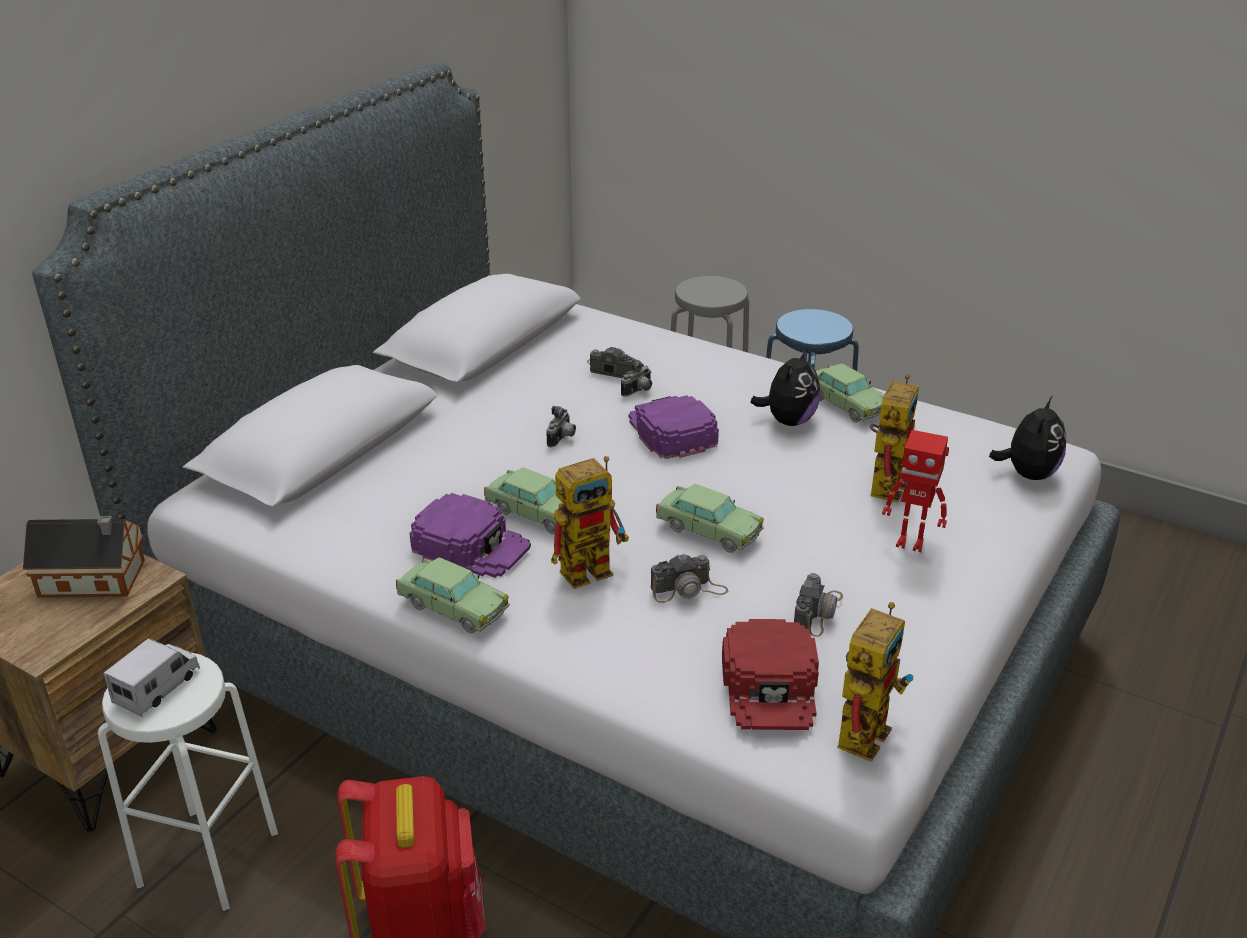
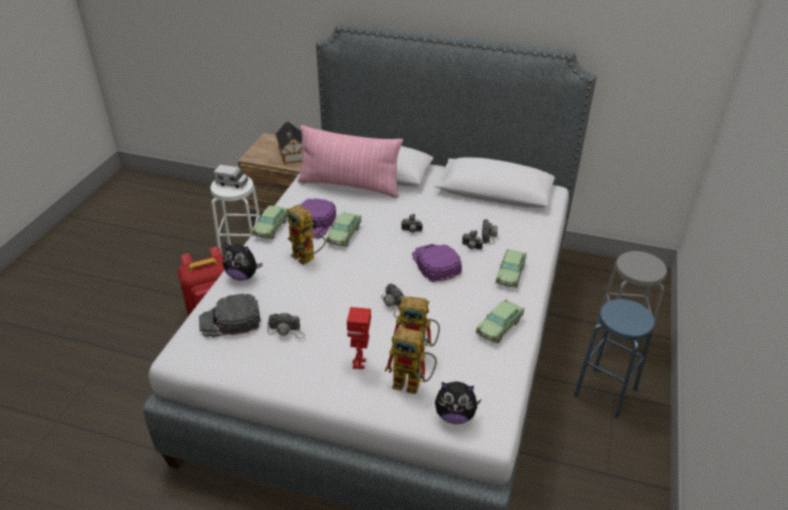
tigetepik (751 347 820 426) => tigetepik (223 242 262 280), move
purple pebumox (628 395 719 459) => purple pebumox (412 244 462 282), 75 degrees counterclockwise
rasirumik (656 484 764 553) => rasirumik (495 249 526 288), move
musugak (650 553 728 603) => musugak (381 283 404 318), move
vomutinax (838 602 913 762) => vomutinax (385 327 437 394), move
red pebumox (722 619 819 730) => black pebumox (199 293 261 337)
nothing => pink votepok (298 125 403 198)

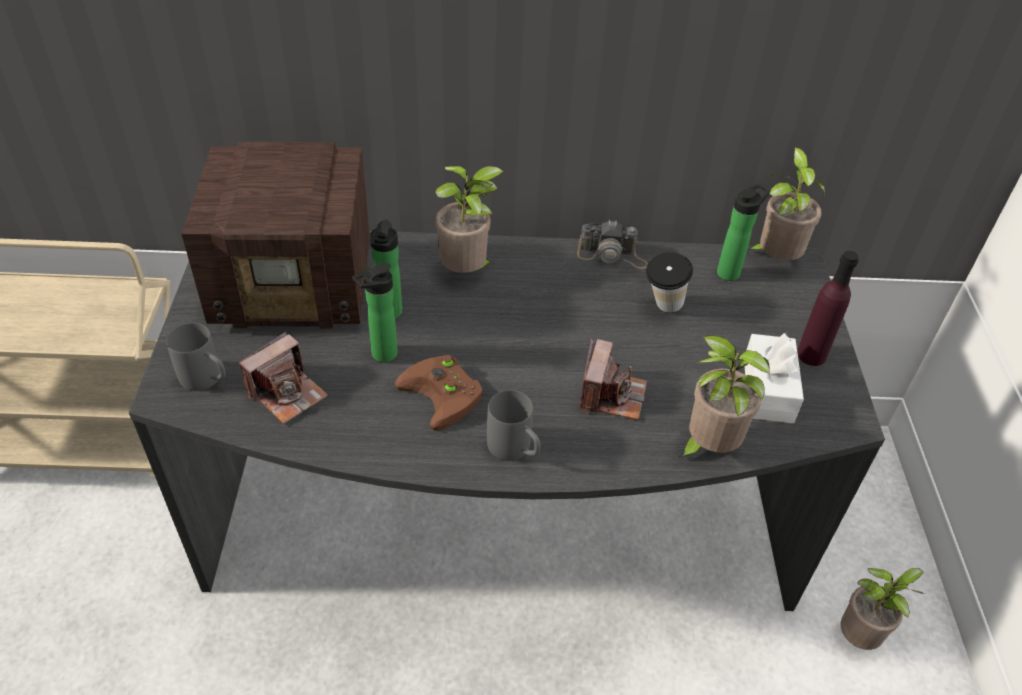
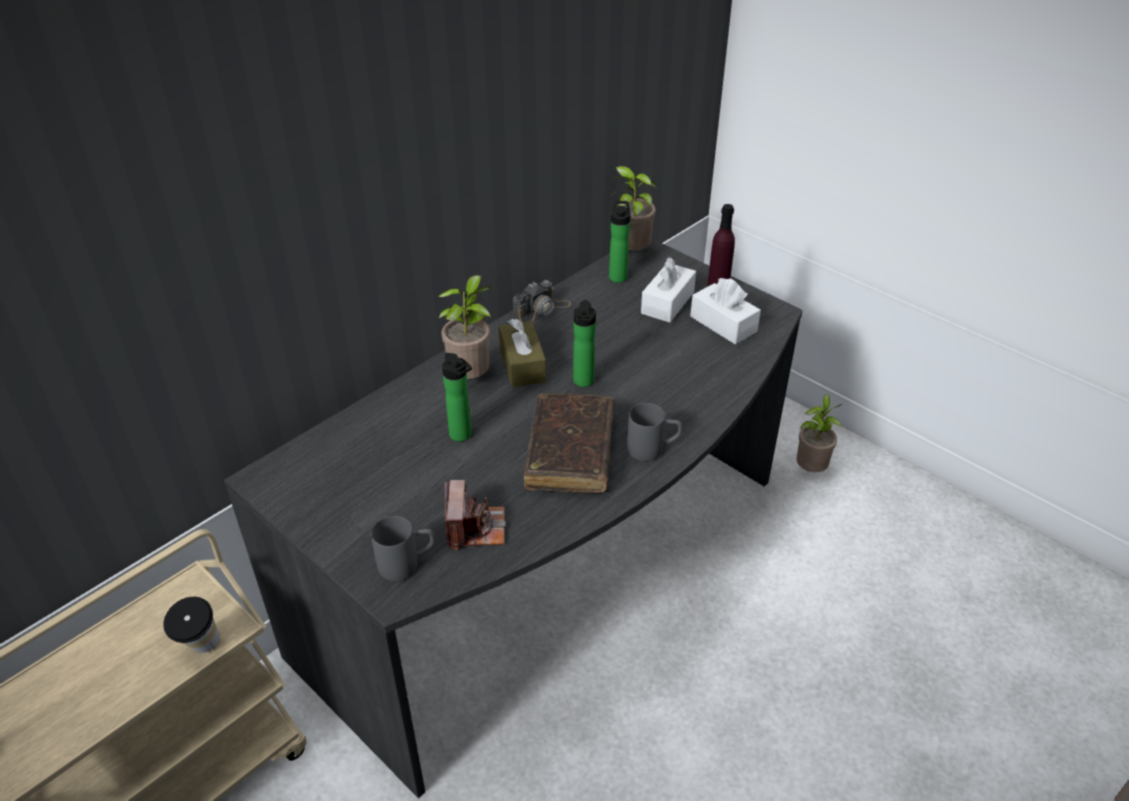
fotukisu (182 142 370 328) => nothing
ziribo (646 252 693 312) => ziribo (163 597 220 653), move
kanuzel (352 263 398 363) => kanuzel (573 300 596 387), move
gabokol (678 335 770 458) => nothing
musugak (579 339 647 420) => nothing
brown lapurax (395 355 483 430) => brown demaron (524 393 615 493)
nothing => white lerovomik (641 257 696 323)
nothing => brown lerovomik (498 319 546 387)

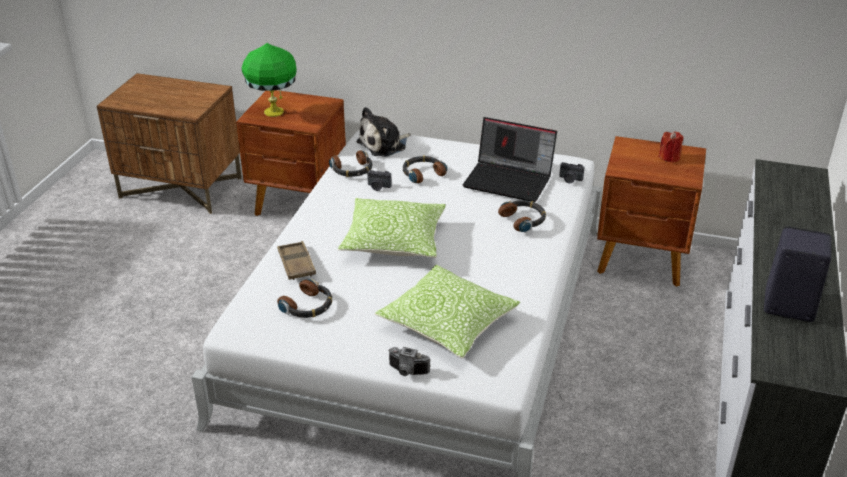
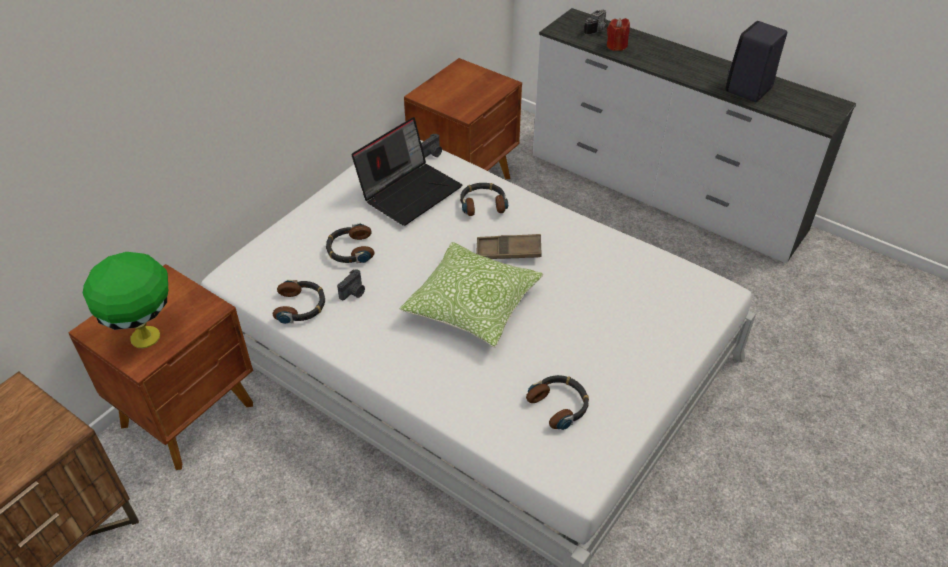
tigetepik (357 107 411 157) => nothing
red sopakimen (659 131 684 163) => red sopakimen (607 18 630 51), move
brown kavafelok (277 241 316 280) => brown kavafelok (476 234 541 259), move
votepok (375 264 520 359) => nothing
musugak (388 347 431 376) => musugak (584 10 608 35), move

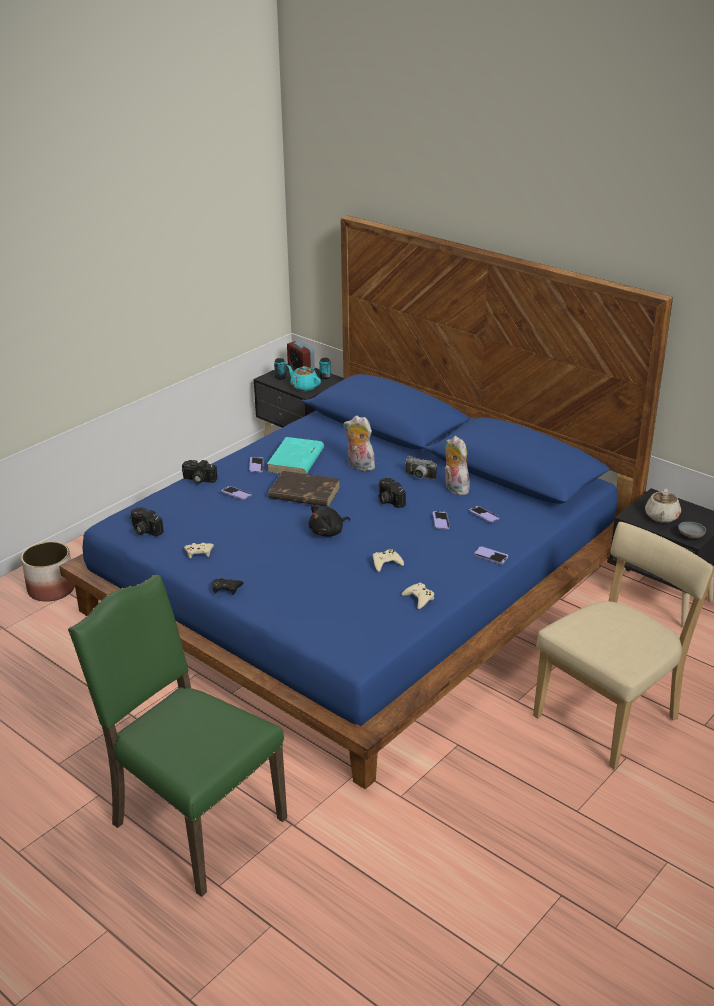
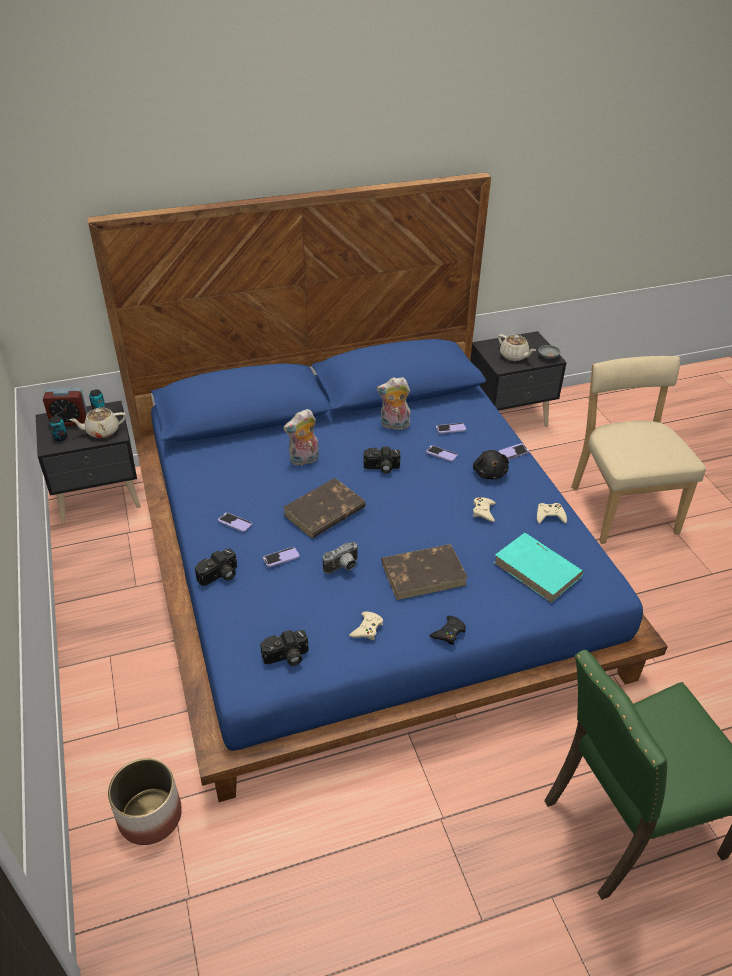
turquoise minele (286 365 321 391) => beige minele (69 408 126 438)
turquoise demaron (267 437 324 474) => turquoise demaron (494 533 584 603), move
musugak (405 456 437 480) => musugak (323 542 359 574), move
black tigetepik (308 505 350 536) => black tigetepik (473 450 509 479), move
nothing => brown demaron (382 544 468 600)

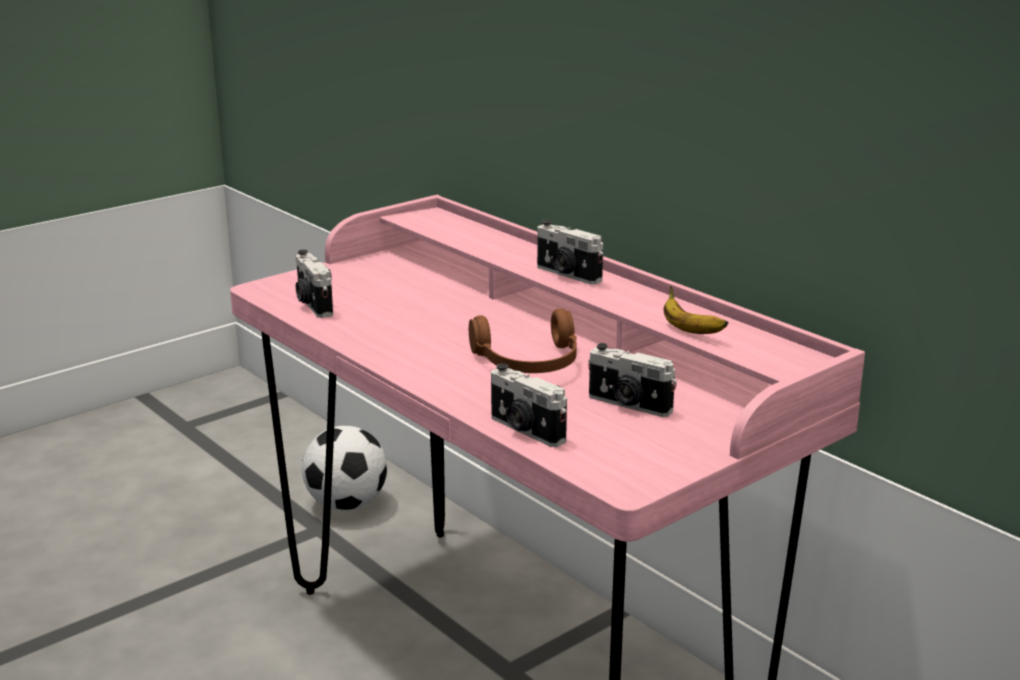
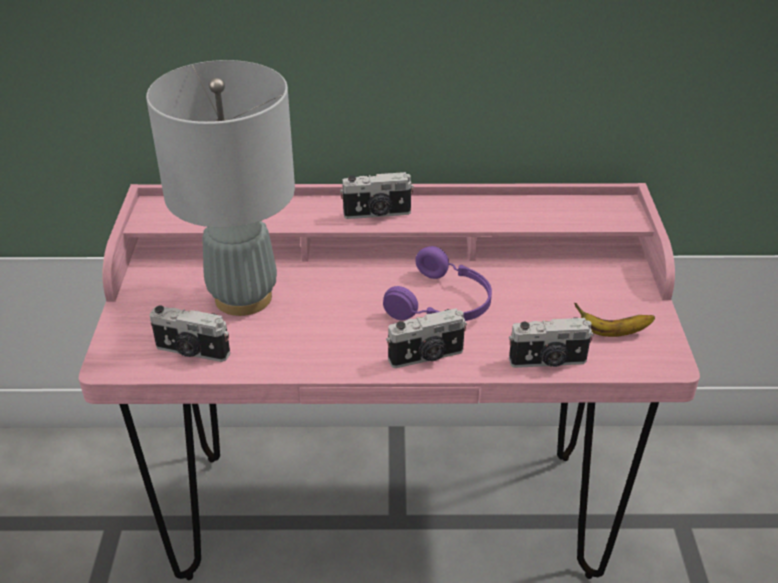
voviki (664 286 728 334) => voviki (574 303 655 337), move
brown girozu (469 308 577 373) => purple girozu (383 246 492 321)
musugak (588 343 677 417) => musugak (386 308 467 368), move
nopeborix (302 426 387 511) => nothing
nothing => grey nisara (146 60 295 316)

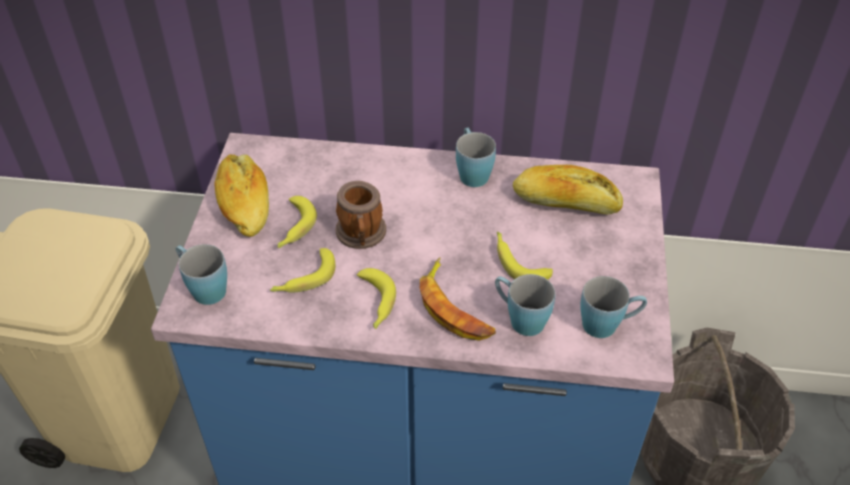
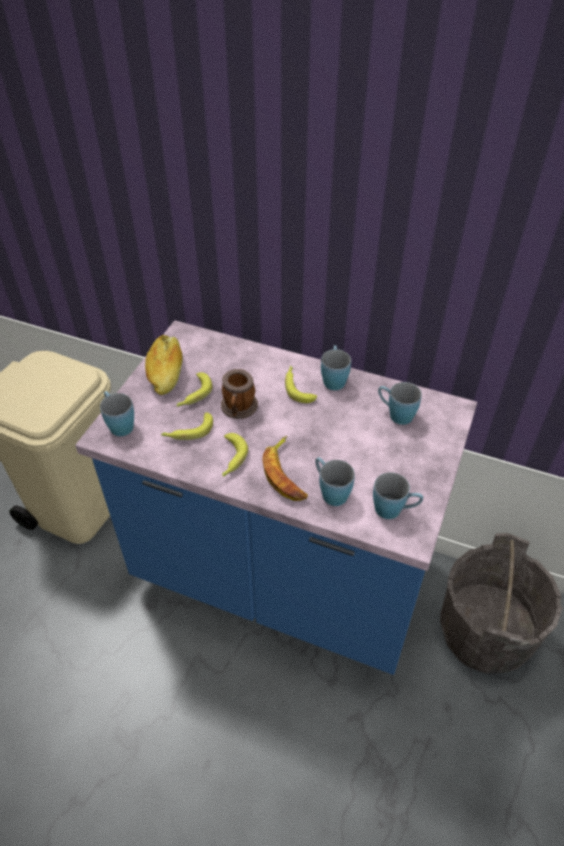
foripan (513 165 623 214) => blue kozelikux (378 382 422 425)
voviki (497 232 553 280) => voviki (285 366 317 403), move

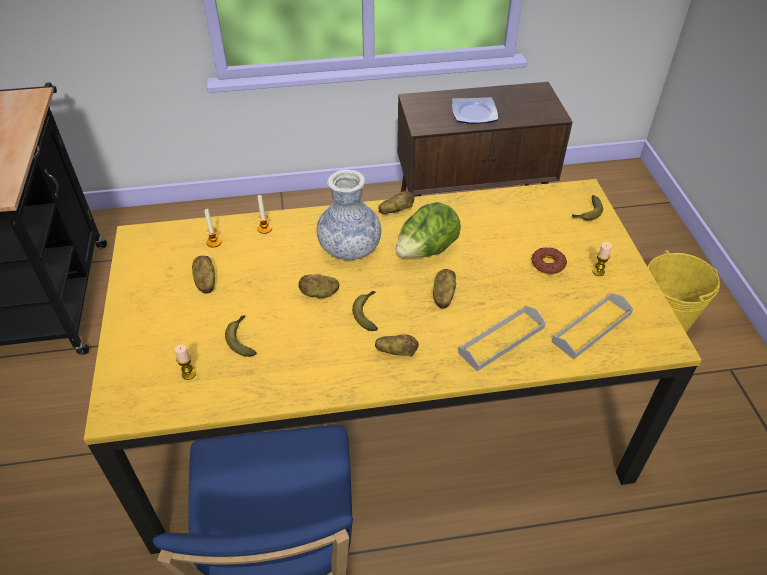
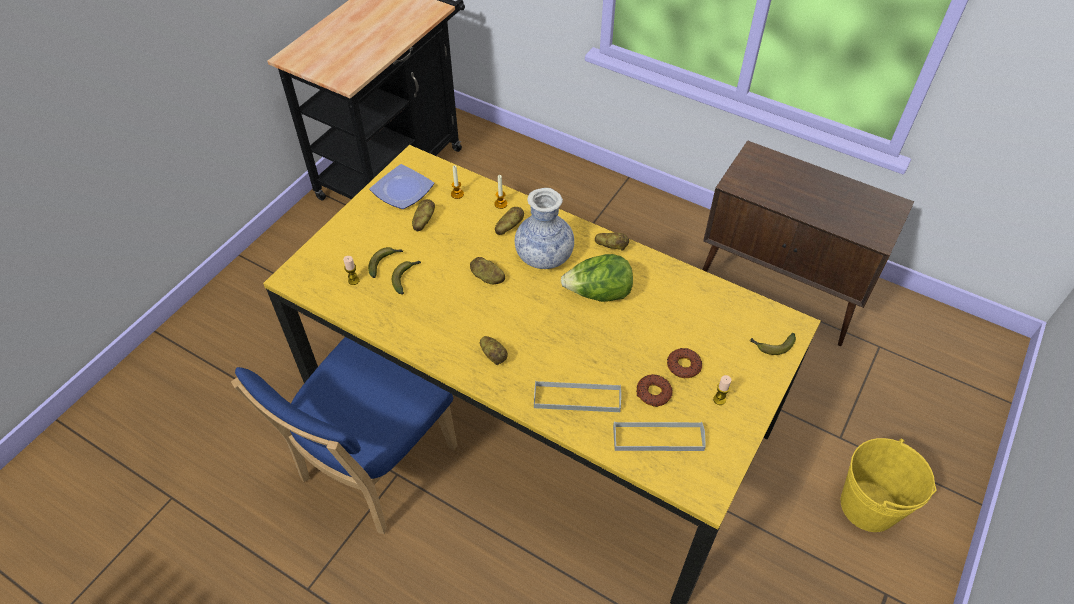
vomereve (452 97 498 124) => vomereve (370 164 434 209), move
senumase (433 269 456 309) => senumase (495 207 524 235), move
voviki (352 291 378 331) => voviki (368 247 403 278), move
nothing => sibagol (637 374 673 407)

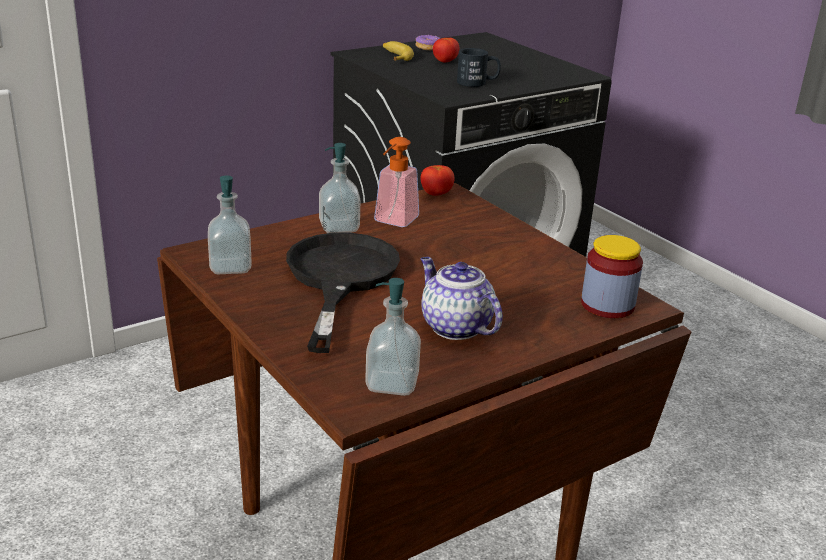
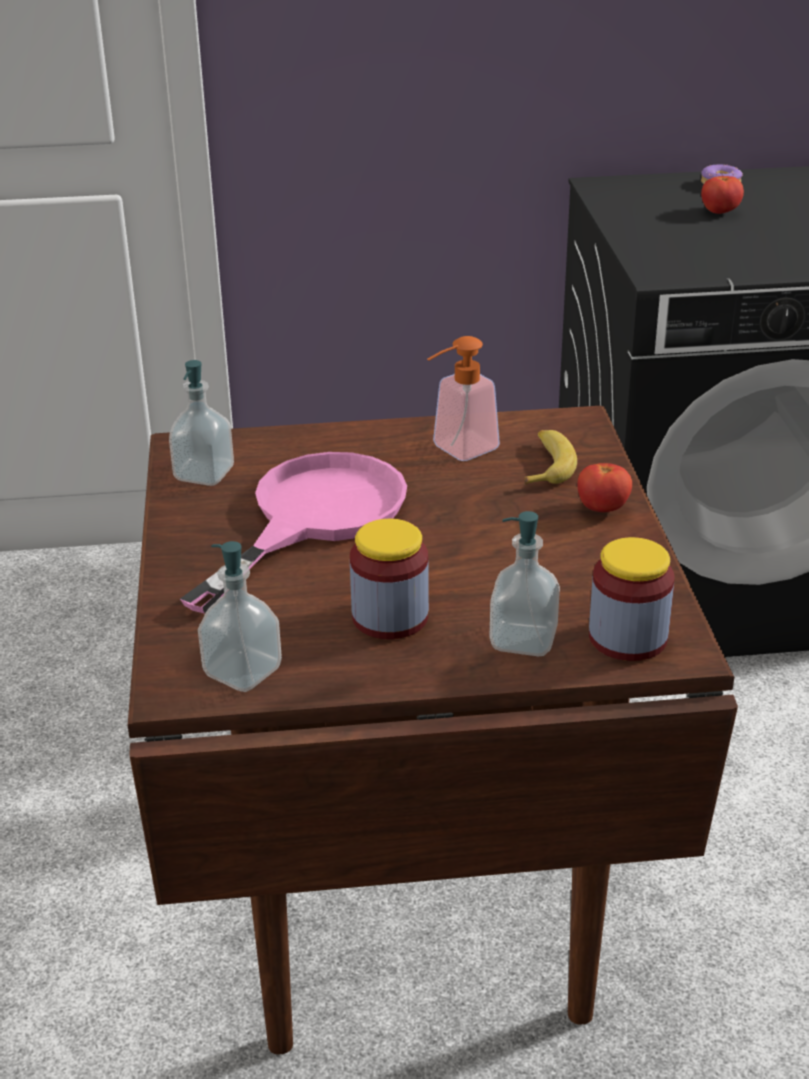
voviki (383 41 414 61) => voviki (525 430 577 484), move
black kozelikux (457 48 501 87) => nothing
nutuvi (319 143 360 233) => nutuvi (490 511 560 656), move
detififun (421 165 454 196) => detififun (577 463 632 512), move
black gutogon (286 233 400 353) => pink gutogon (180 452 407 614)
minele (421 257 503 340) => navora (350 519 429 639)

